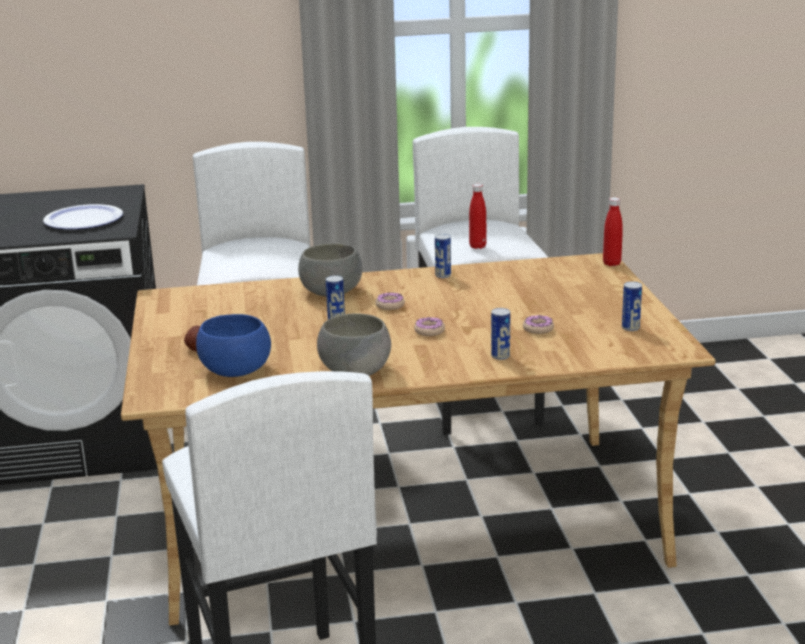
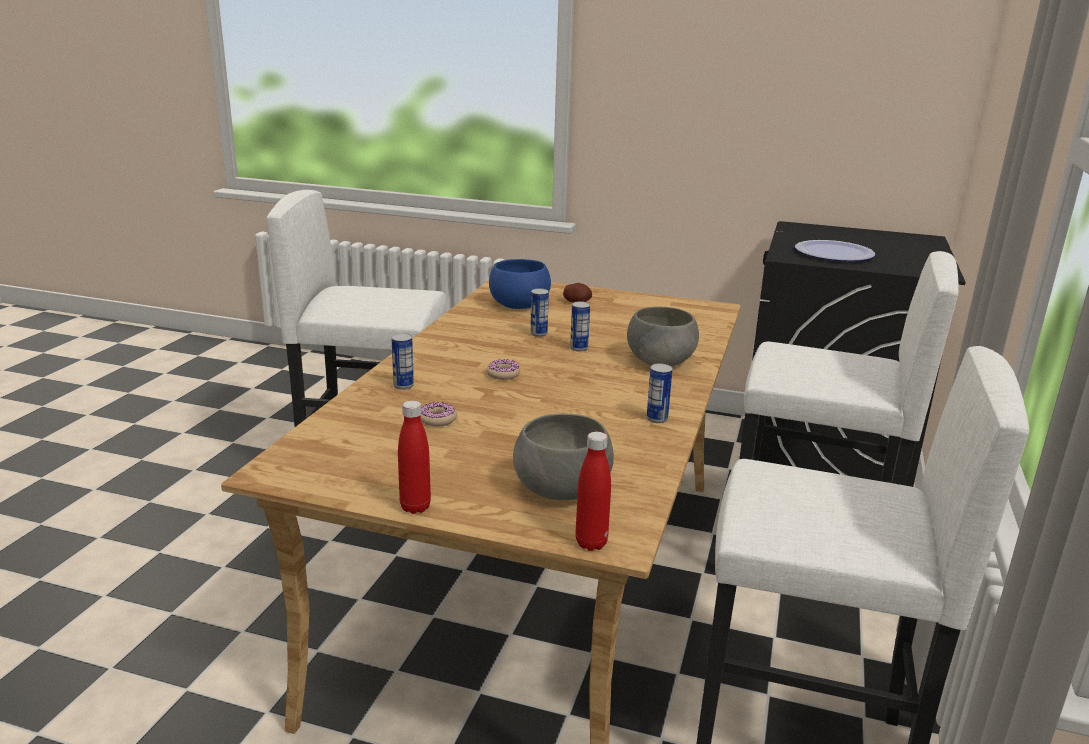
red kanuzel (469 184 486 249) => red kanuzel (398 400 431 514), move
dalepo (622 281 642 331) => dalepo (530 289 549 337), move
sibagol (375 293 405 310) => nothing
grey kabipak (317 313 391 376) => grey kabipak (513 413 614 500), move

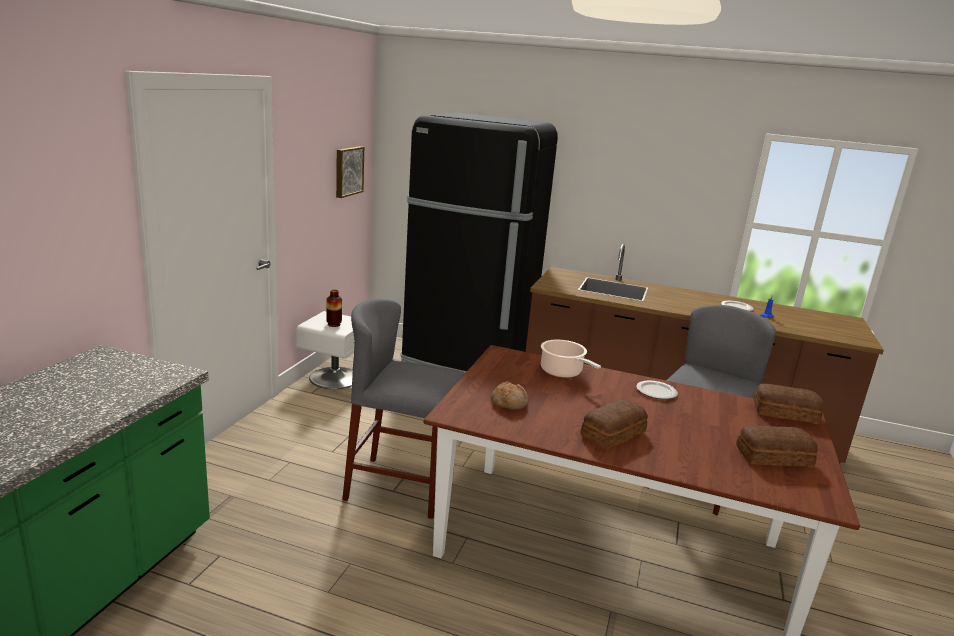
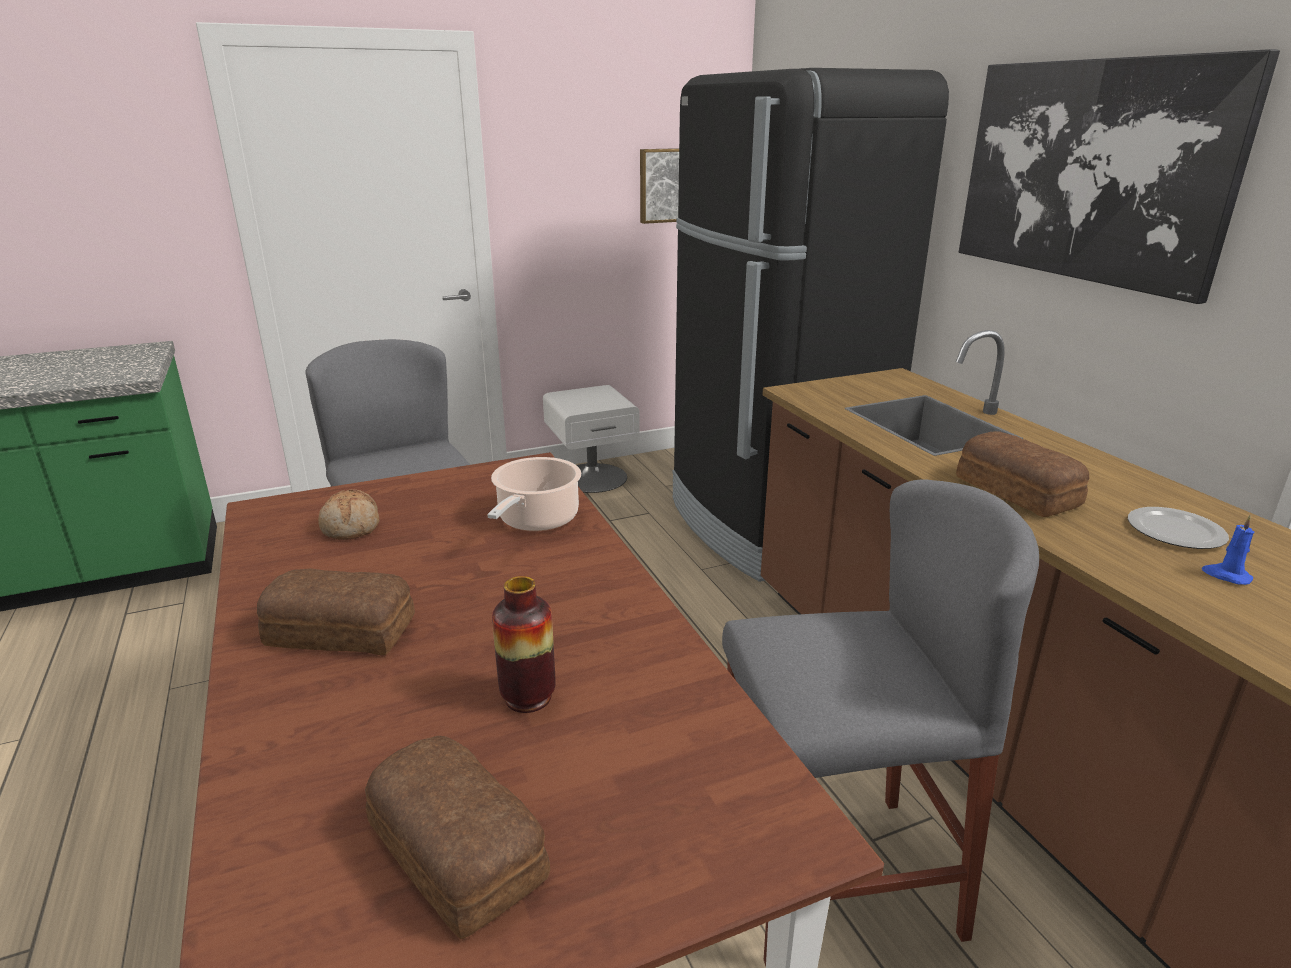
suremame (326 290 342 327) => suremame (492 576 556 713), move
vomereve (637 380 678 399) => nothing
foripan (754 384 824 424) => foripan (956 431 1090 517), move
nothing => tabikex (959 49 1280 304)

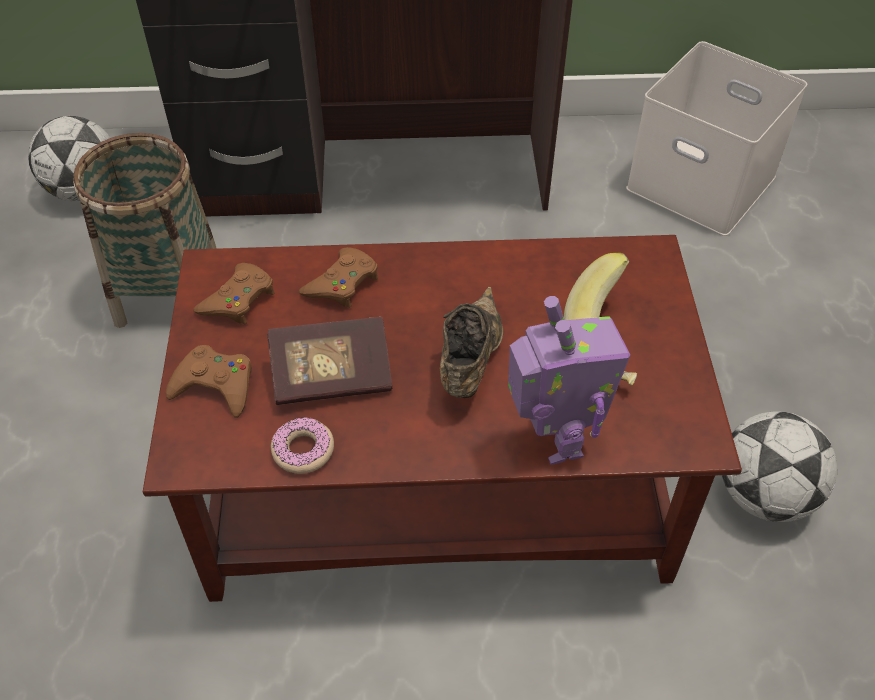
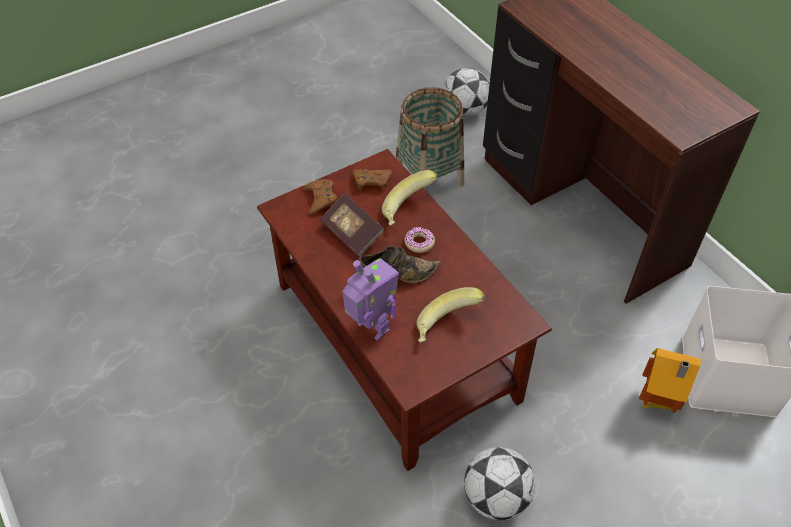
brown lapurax (299 247 378 308) => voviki (382 170 438 226)
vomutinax (508 296 630 465) => vomutinax (343 258 399 341), 90 degrees counterclockwise
sibagol (271 417 334 474) => sibagol (405 227 435 253), move
nothing => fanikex (639 348 701 413)

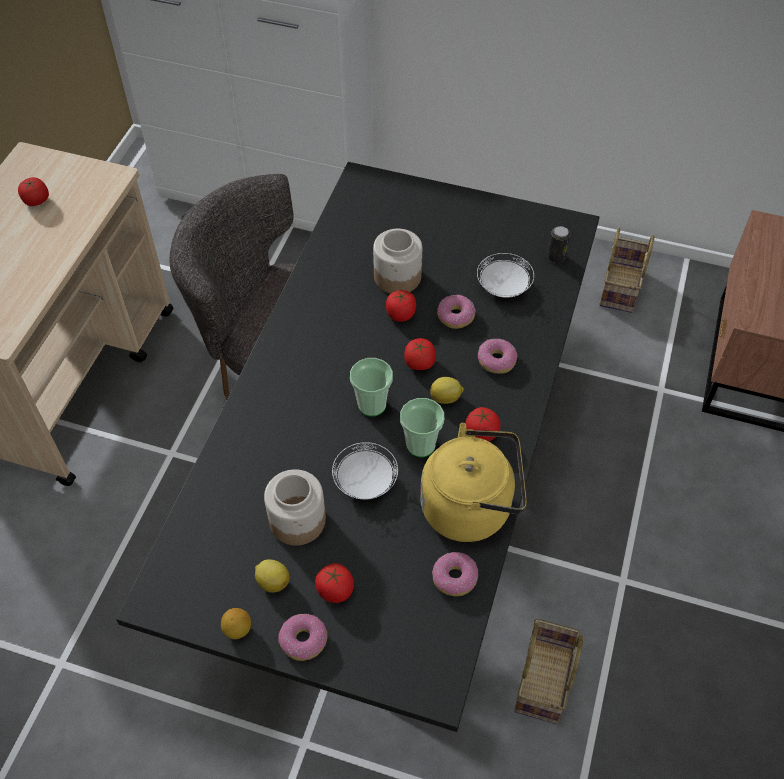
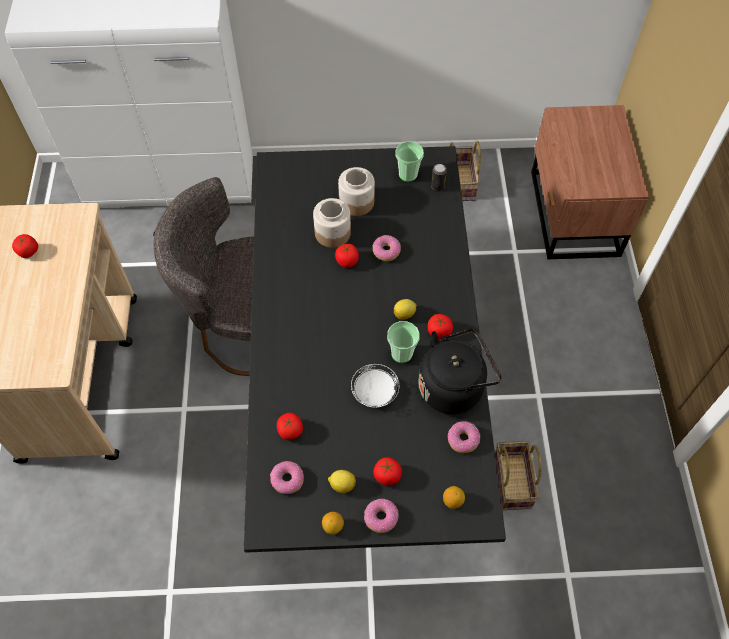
white vomereve (477 253 534 298) => nothing
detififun (404 338 436 370) => detififun (277 413 303 440), move
sibagol (478 339 518 374) => sibagol (270 461 304 494), move
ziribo (350 358 393 417) => ziribo (396 141 424 182), move
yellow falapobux (420 423 527 542) => black falapobux (418 329 501 414)
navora (264 469 326 546) => navora (338 167 375 216), move
nothing => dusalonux (443 486 465 509)

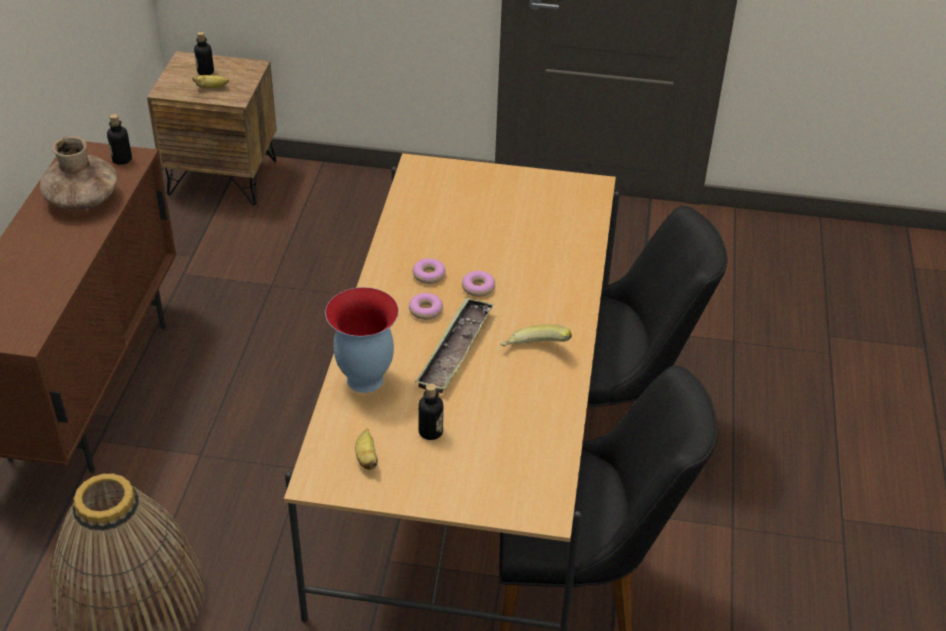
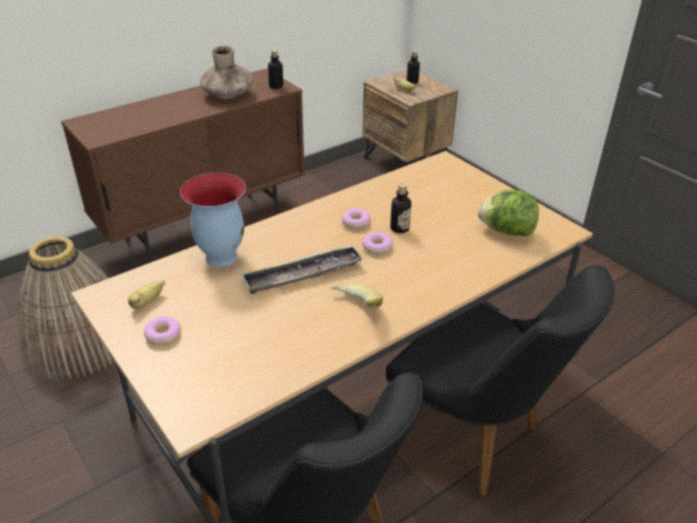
sibagol (409 293 443 320) => sibagol (144 316 181 345), move
kanuzel (418 383 444 440) => kanuzel (390 184 411 233), move
nothing => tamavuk (478 190 539 236)

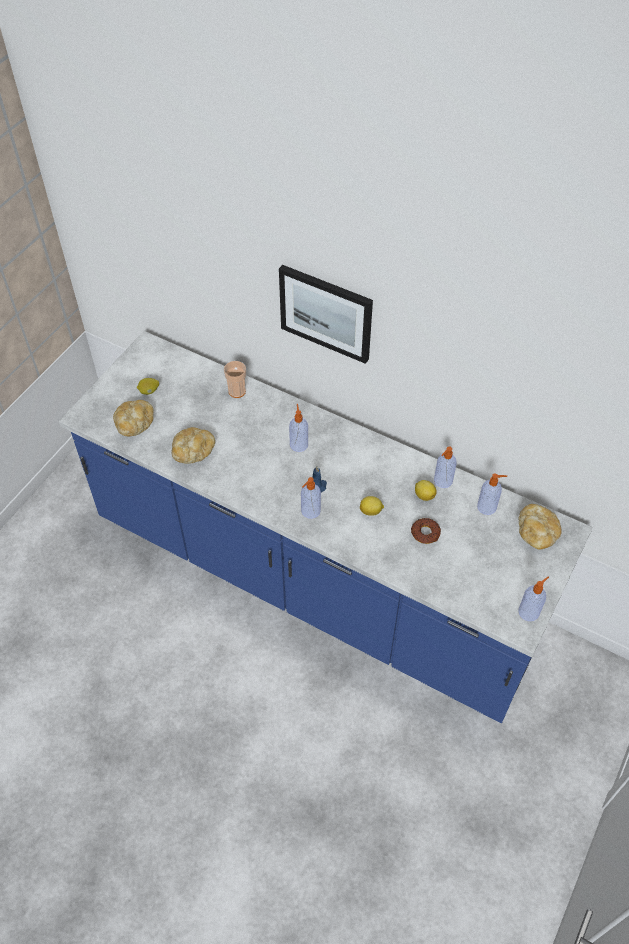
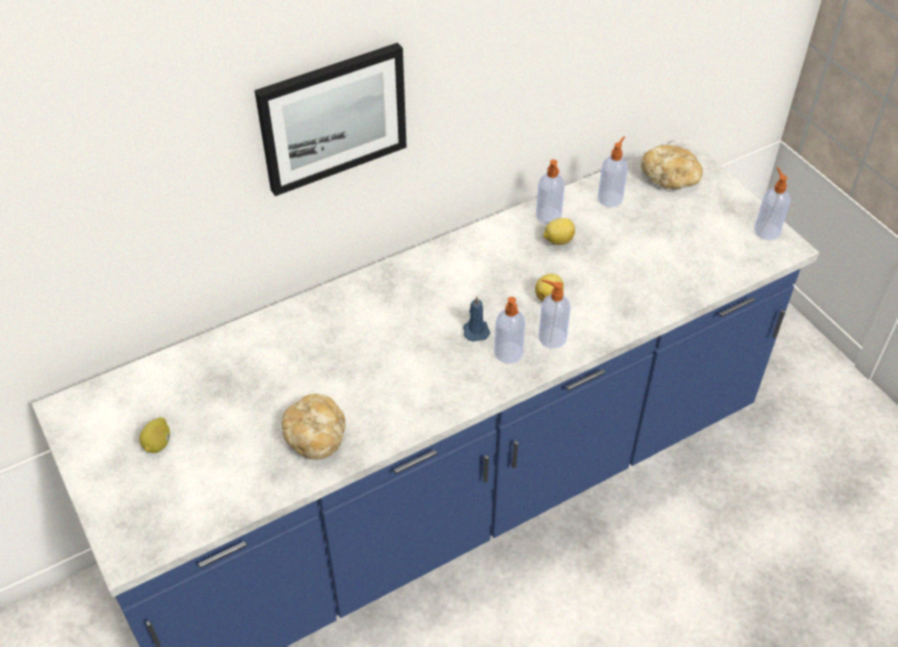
ziribo (224 361 246 398) => nothing
foripan (113 400 154 436) => nothing
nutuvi (289 404 308 452) => nutuvi (539 279 571 348), move
sibagol (411 518 441 544) => nothing

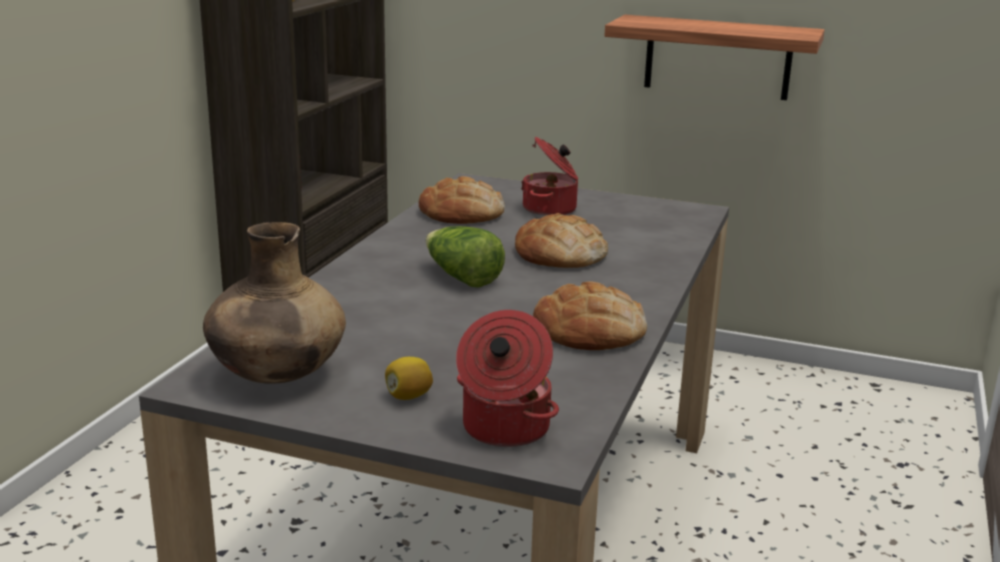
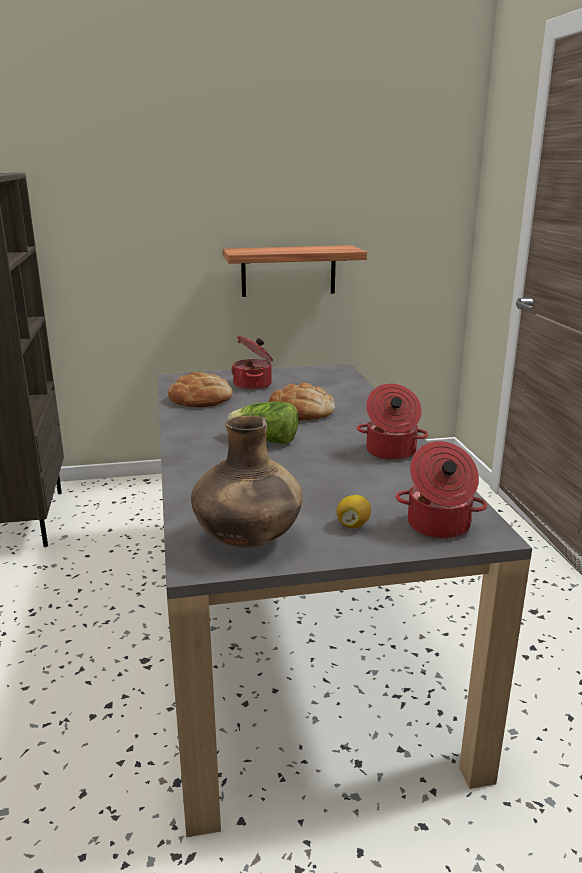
foripan (533 281 647 350) => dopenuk (357 384 428 460)

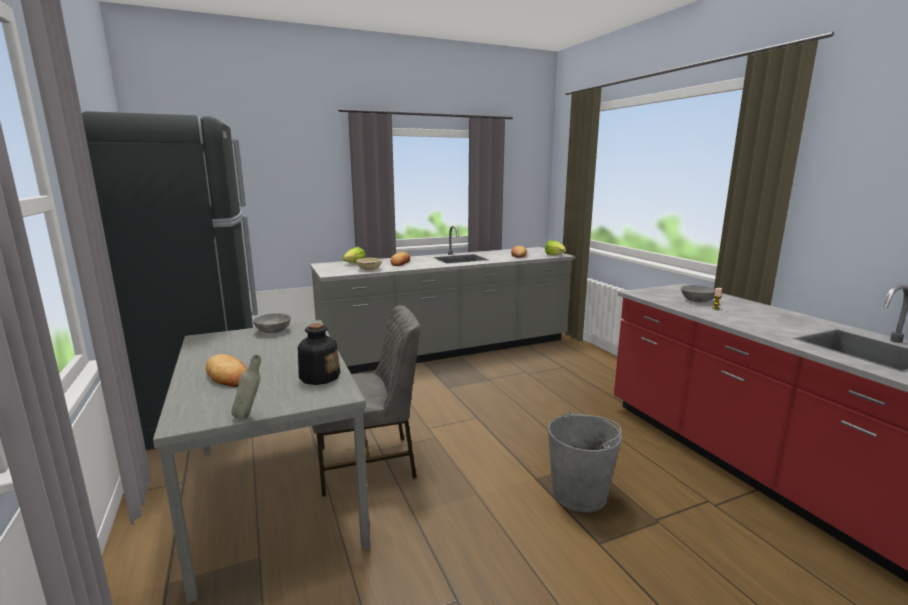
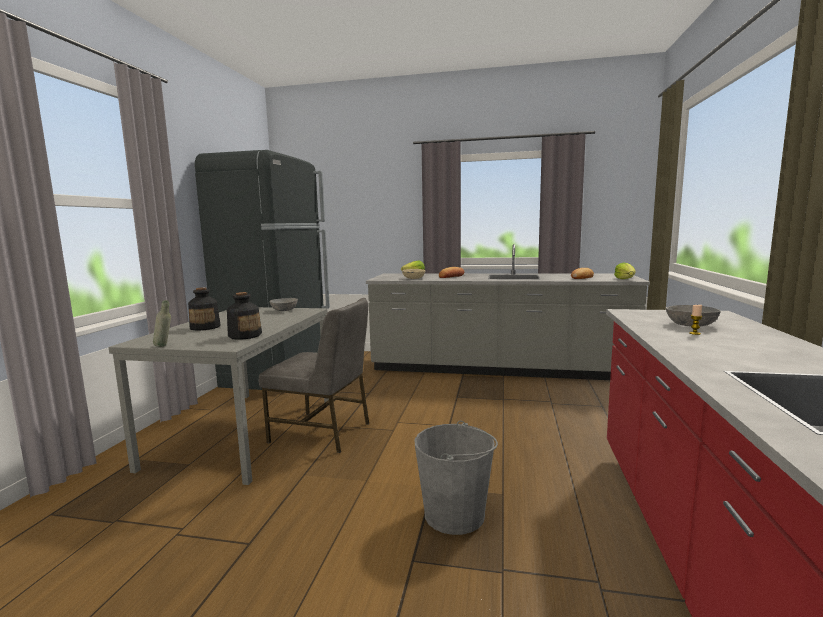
foripan (206 354 248 387) => kanuzel (188 287 221 331)

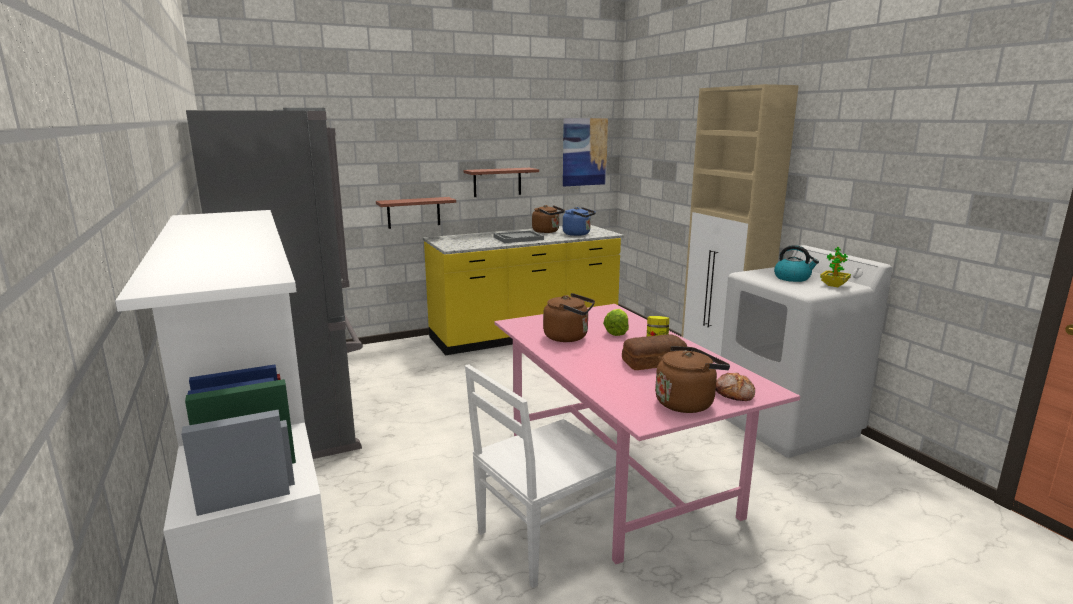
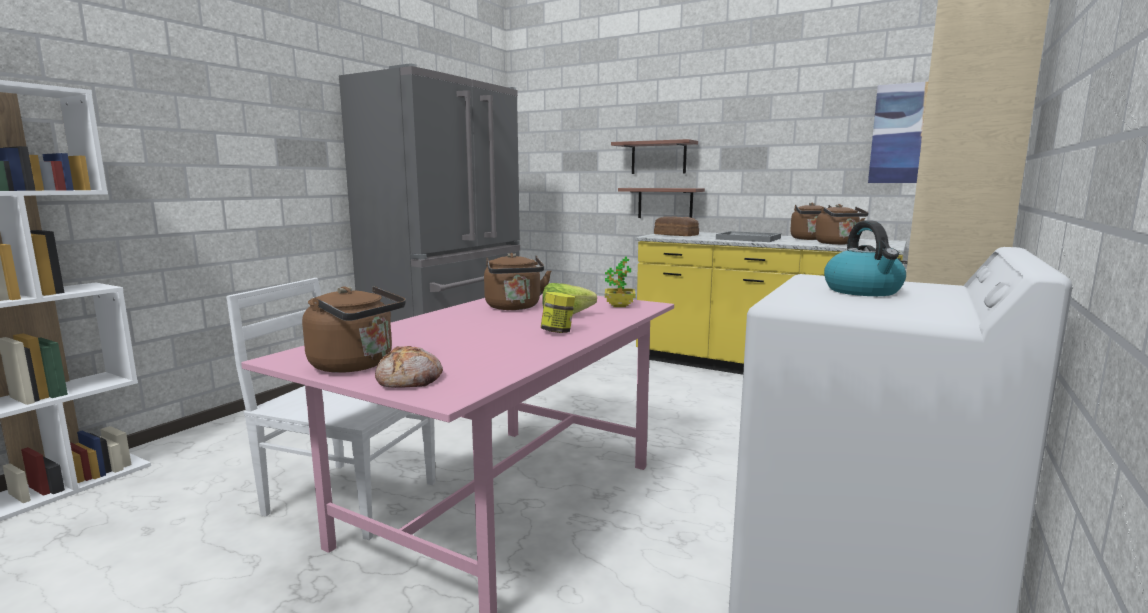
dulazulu (464 168 539 197) => dulazulu (611 139 698 174), move
blue falapobux (563 207 596 236) => brown falapobux (815 204 869 245)
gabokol (820 247 851 287) => gabokol (605 257 635 307), move
foripan (622 334 687 370) => foripan (654 216 699 236), move

